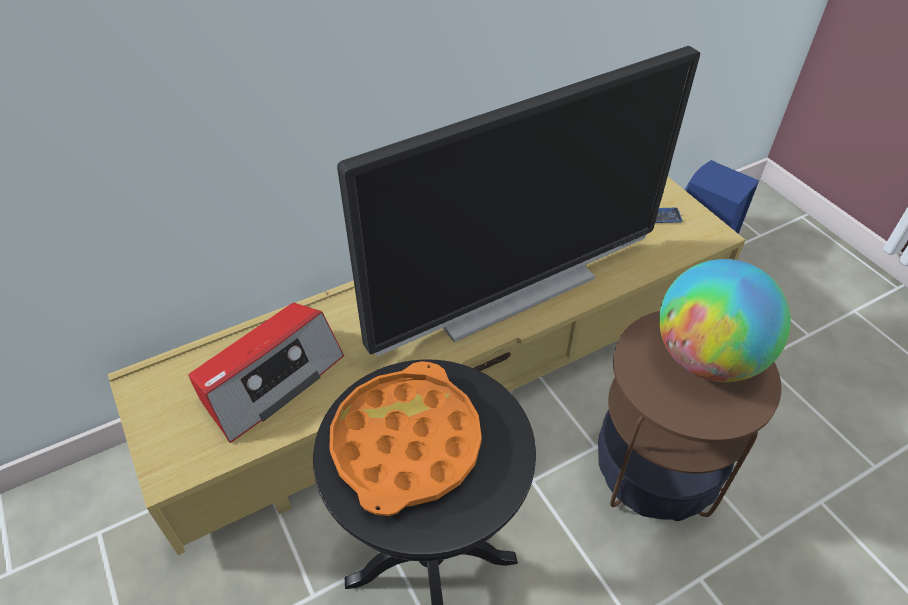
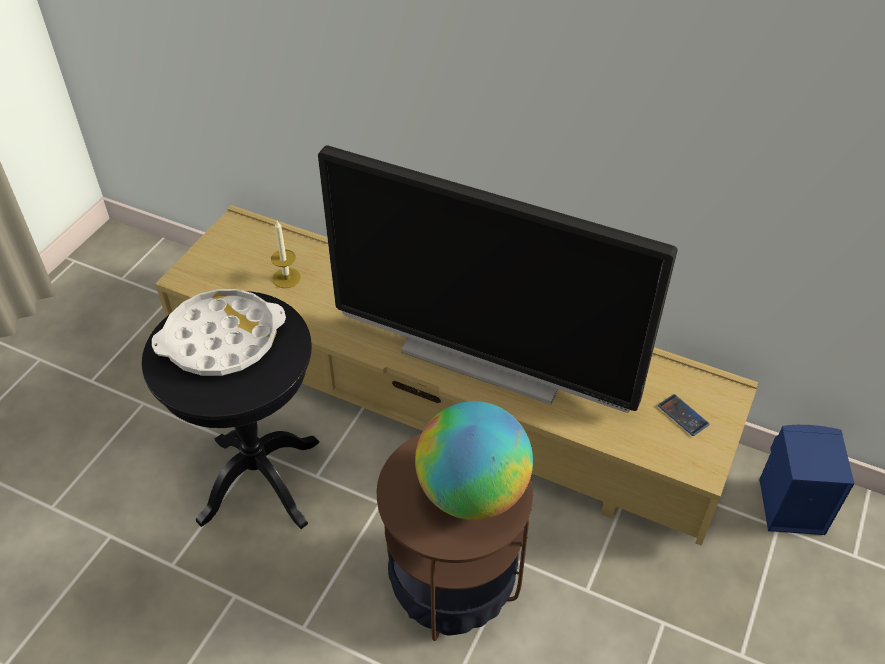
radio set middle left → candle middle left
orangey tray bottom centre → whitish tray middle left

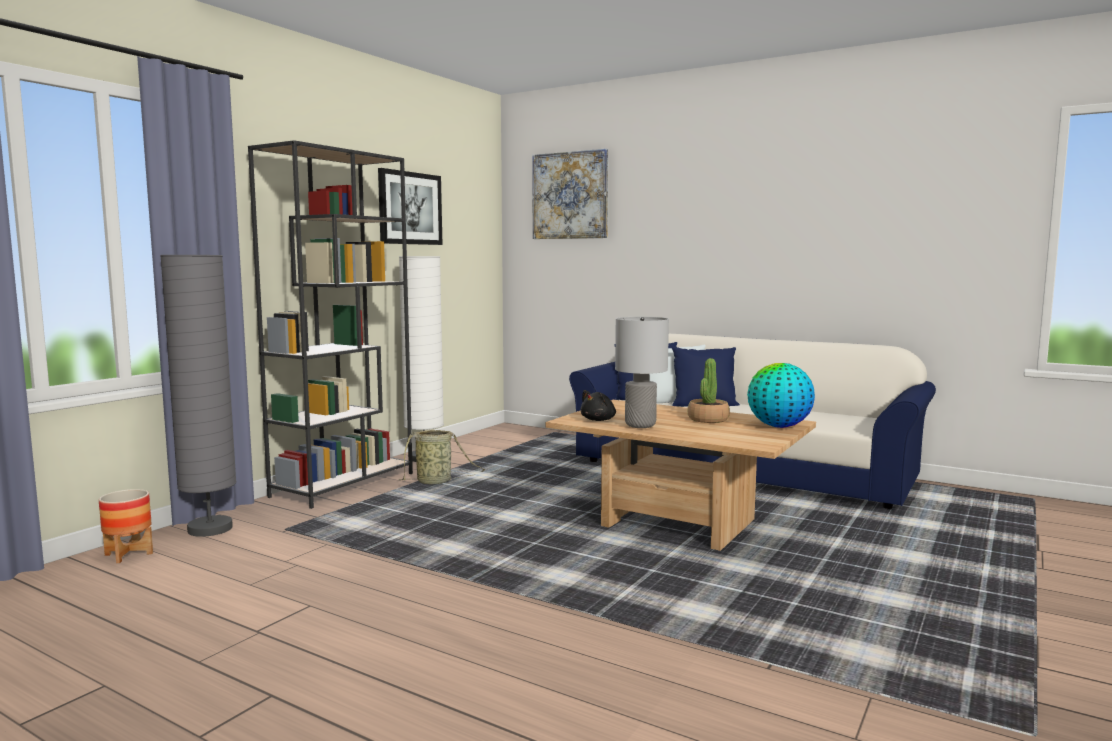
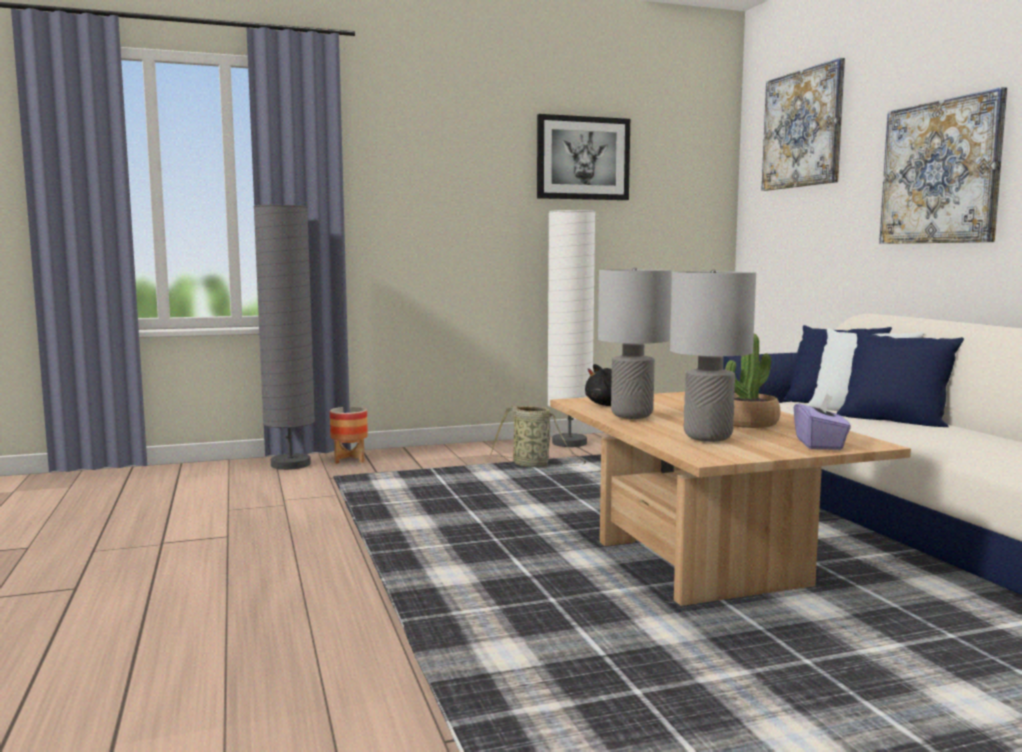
plant pot bottom left → plant pot centre, moved
shelving unit middle left → -
globe middle right → purple tissue holder middle right
- → grey lamp for a table (2nd from left) middle right
- → wall picture (3rd from left) top right

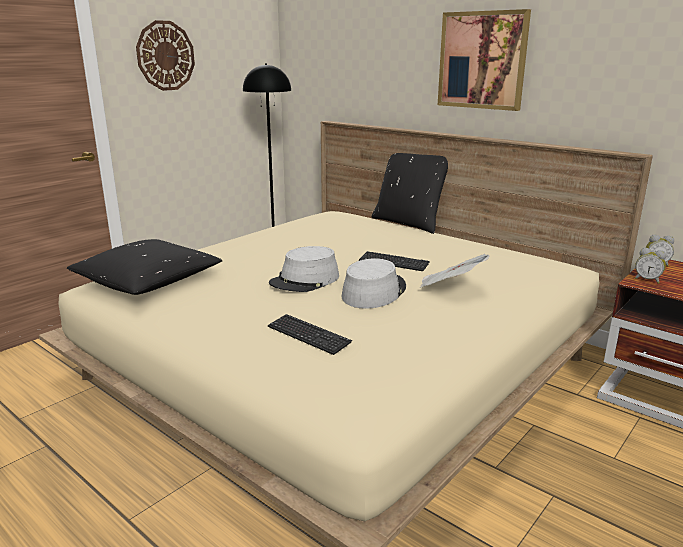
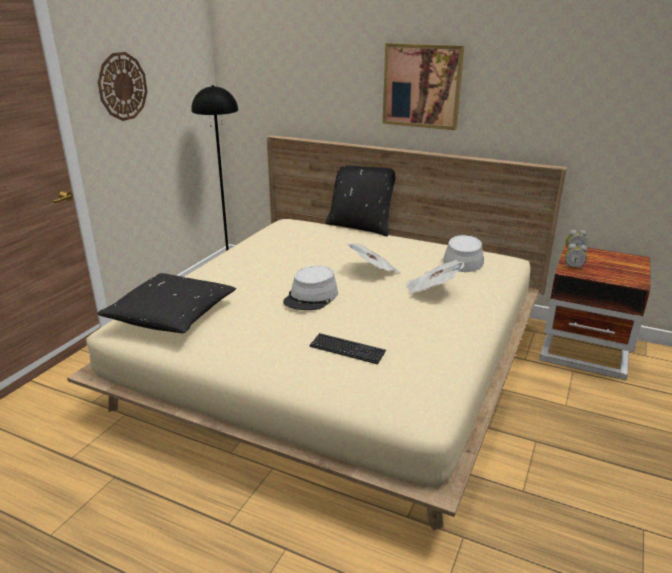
grey hat (2nd from left) centre → grey hat (2nd from left) middle right, moved
computer keyboard (2nd from left) centre → daily paper (1st from left) centre

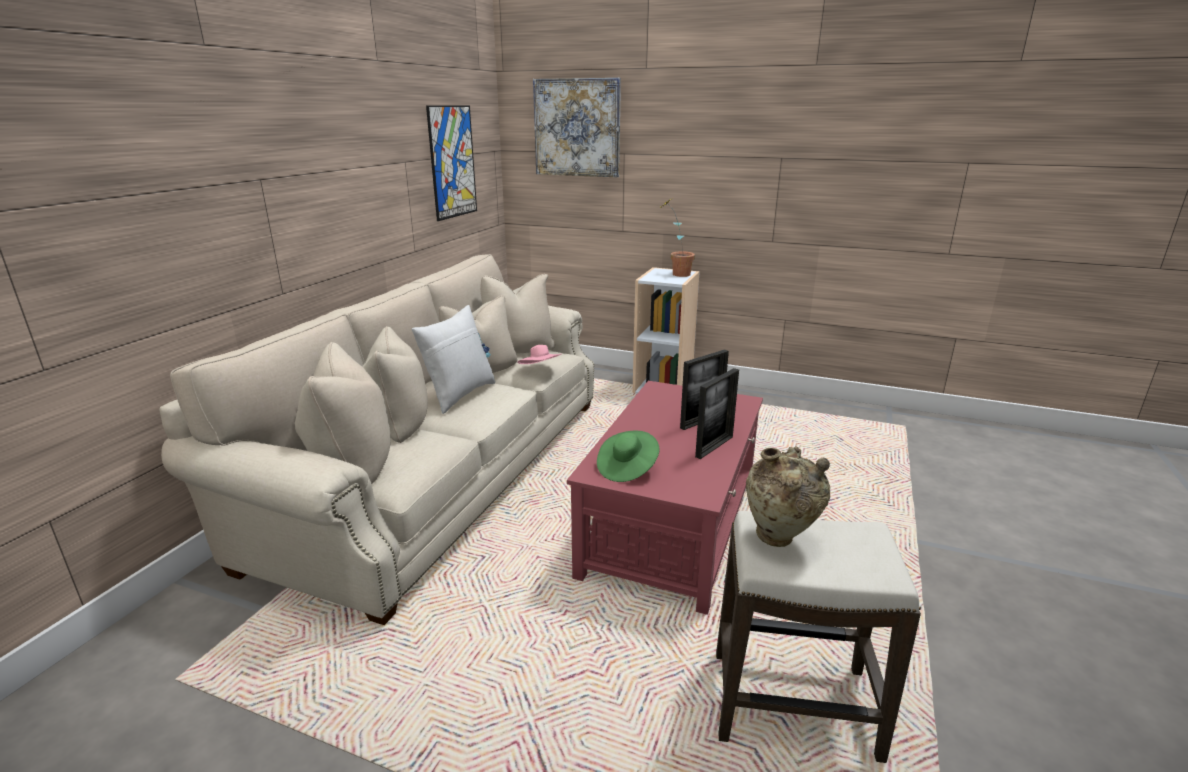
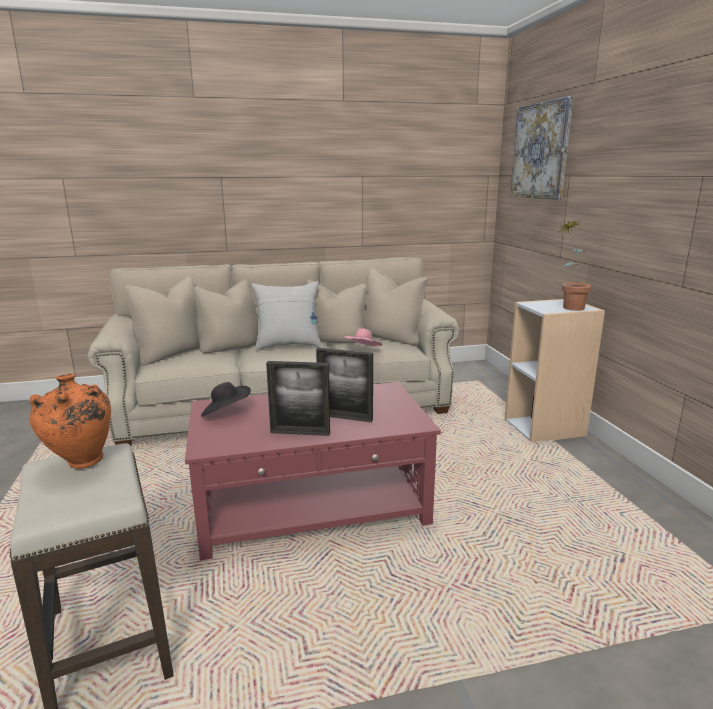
wall picture (1st from left) top centre → -
green-coloured hat centre → black hat middle left
sand-coloured vase centre → orangey vase middle left

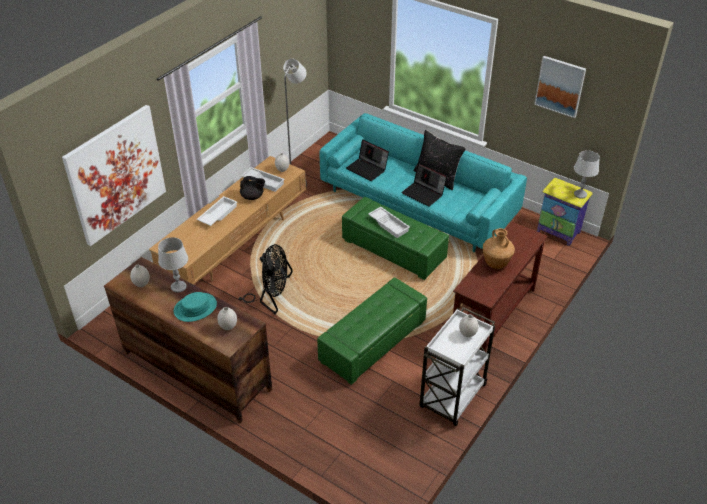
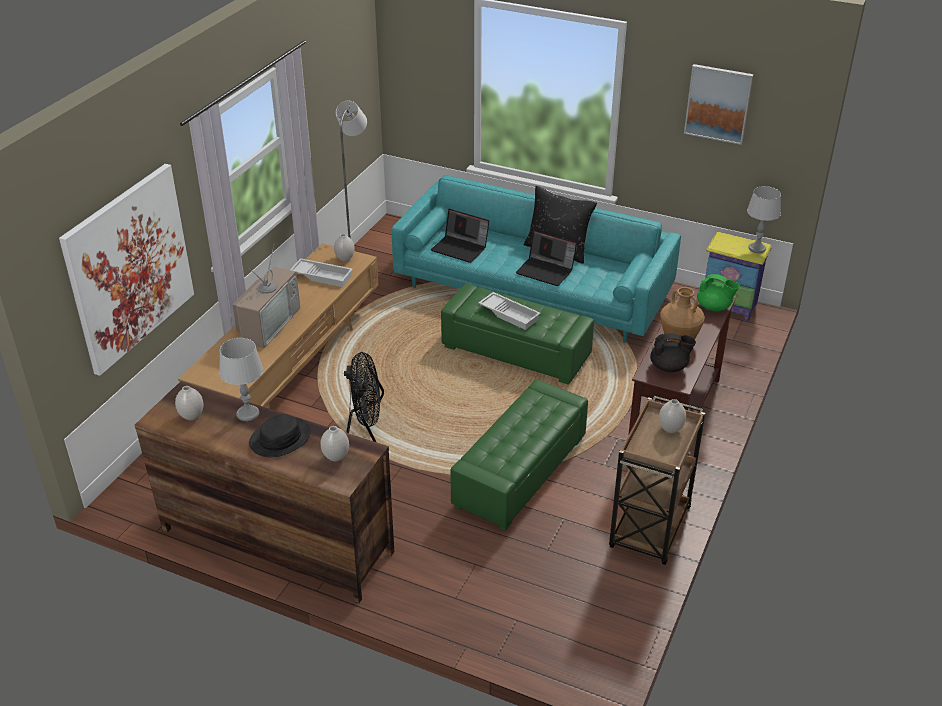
turquoise-coloured hat middle left → black hat middle left
whitish tray (1st from left) middle left → TV middle left
black pot for tea centre → black pot for tea middle right, moved
whitish trolley bottom centre → brown-coloured trolley bottom right
- → green-coloured pot for tea middle right

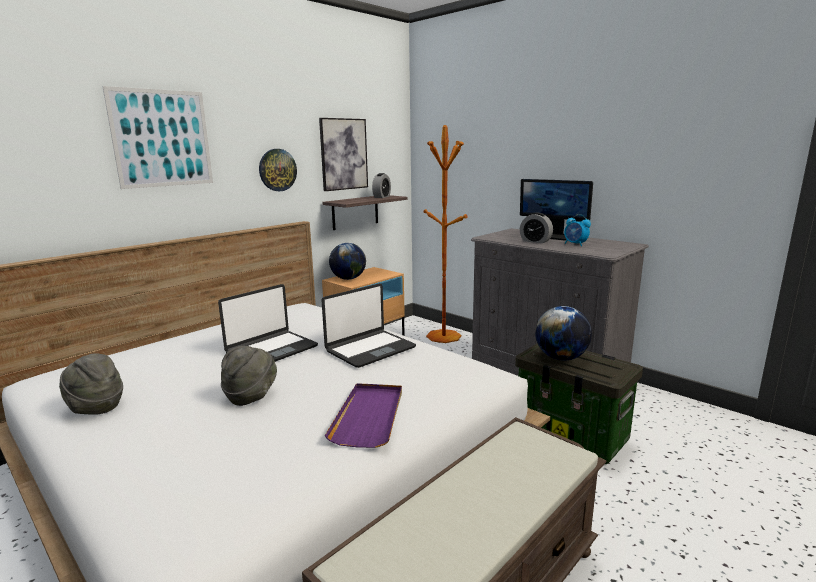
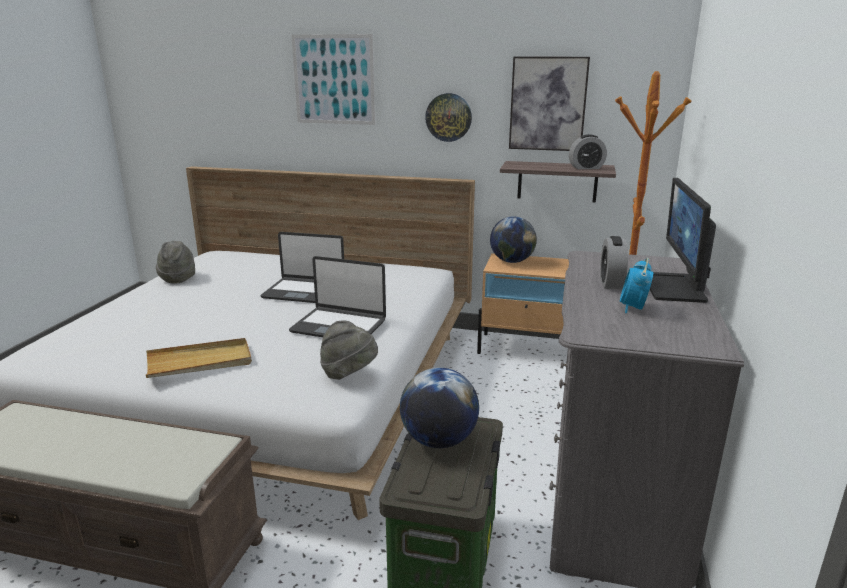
grey hat (2nd from left) middle left → grey hat (2nd from left) centre, moved
purple tray bottom centre → sand-coloured tray middle left

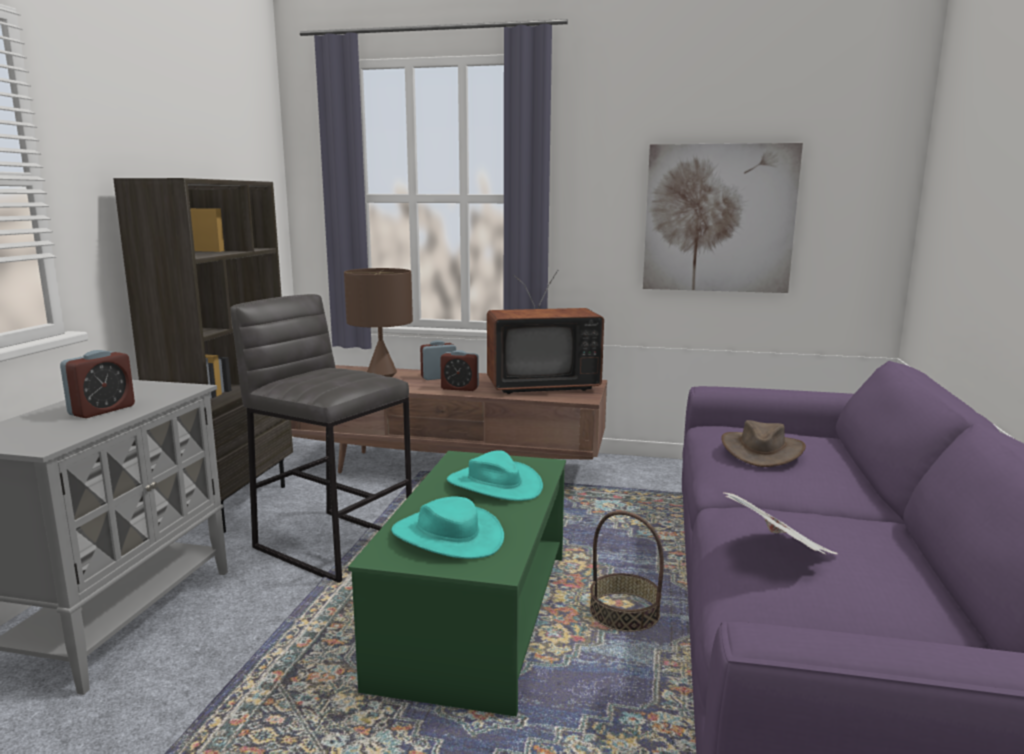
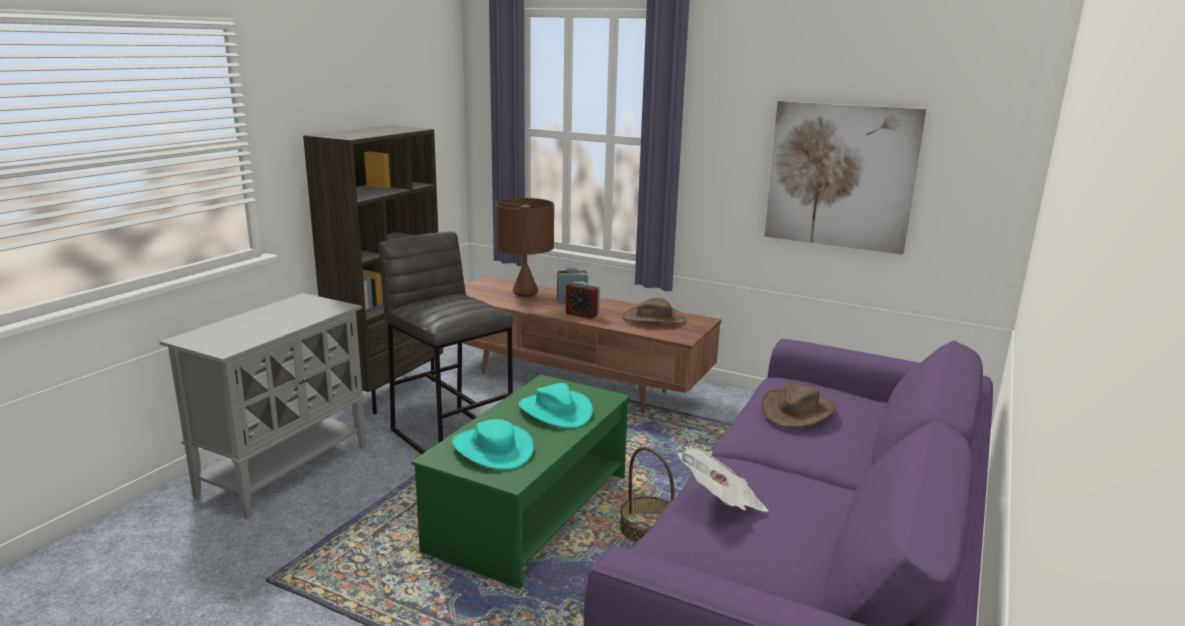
alarm clock (1st from left) middle left → -
TV centre → brown-coloured hat (1st from left) centre

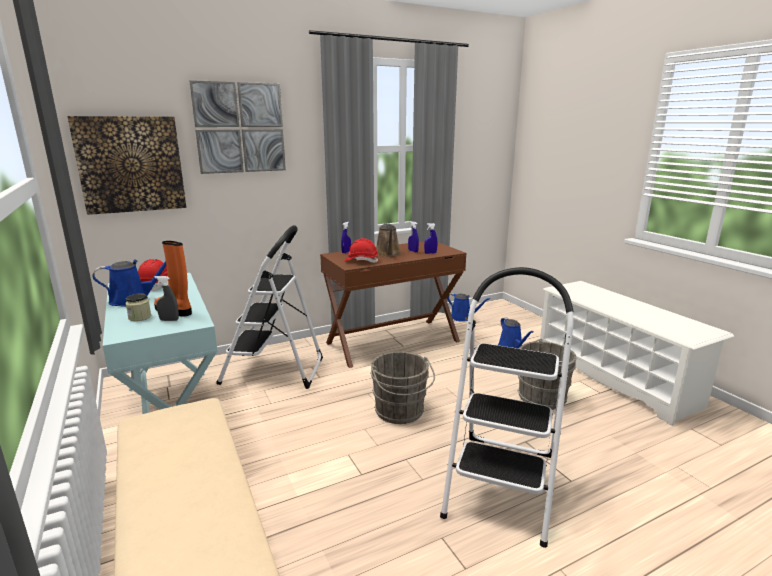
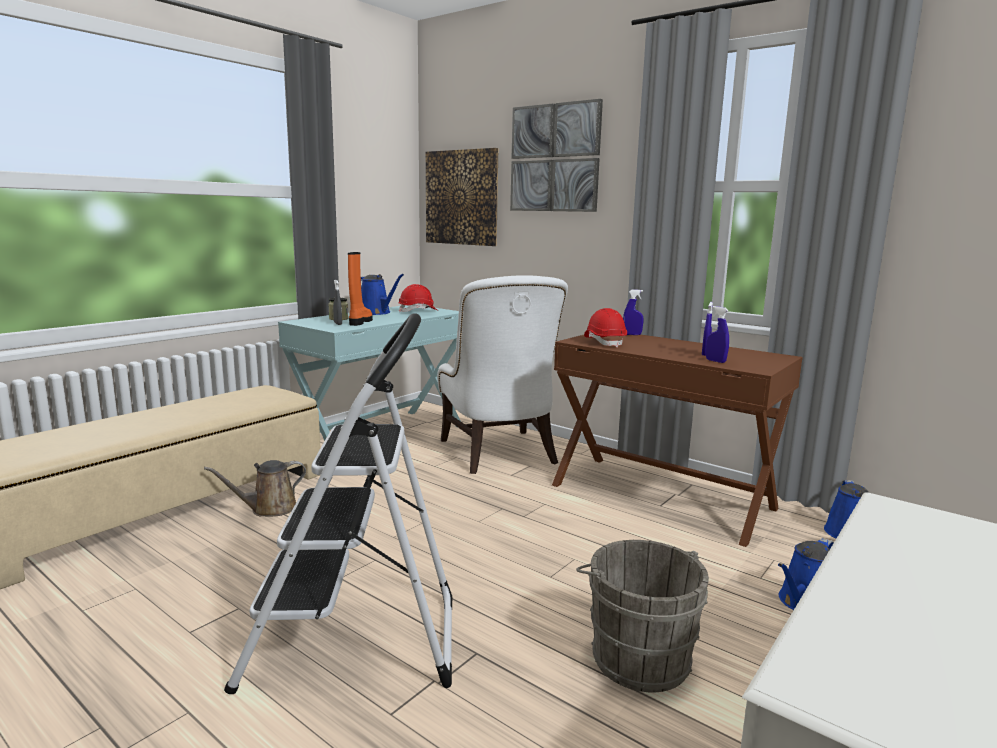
stepladder (1st from left) centre → whitish plain chair centre
grey bucket (1st from left) bottom centre → -
brown-coloured sprinkling can centre → brown-coloured sprinkling can middle left, moved

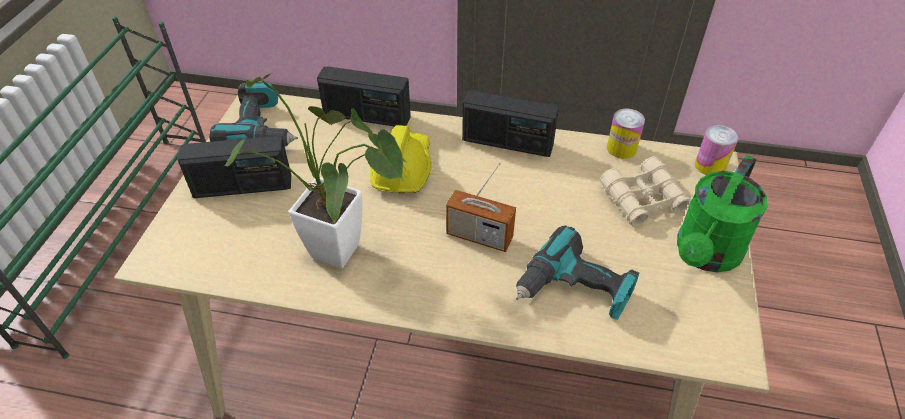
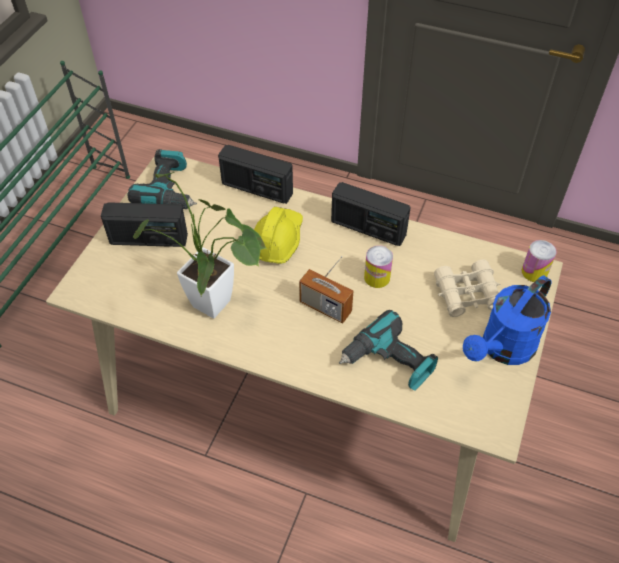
can (1st from left) top right → can (1st from left) centre, moved
green-coloured sprinkling can middle right → blue-coloured sprinkling can middle right

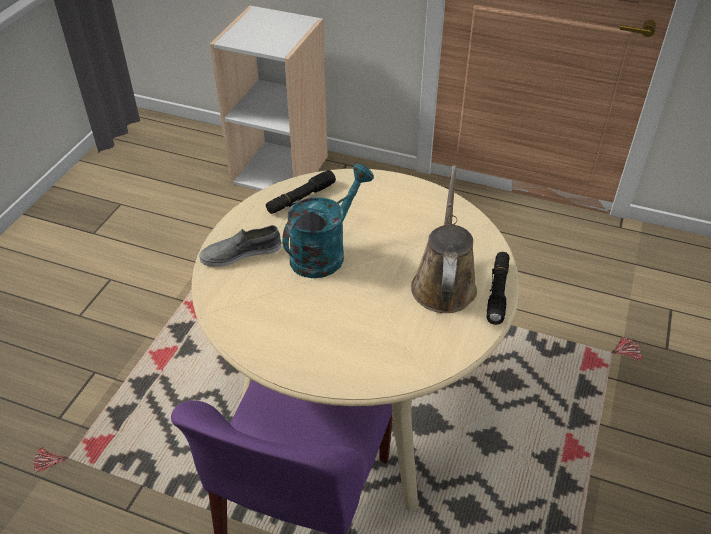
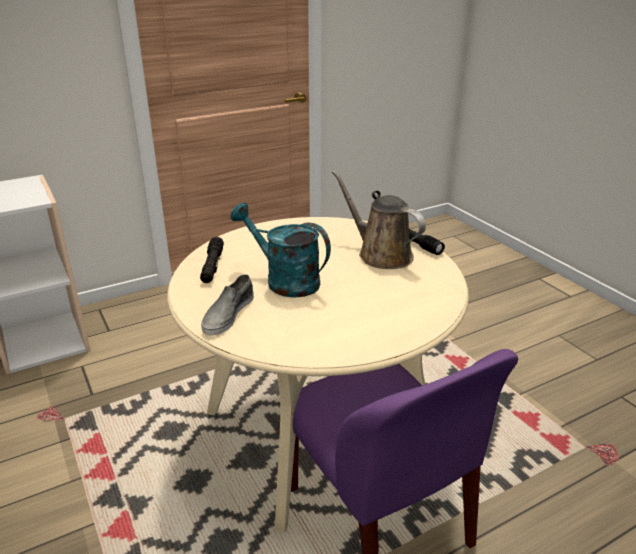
turquoise-coloured sprinkling can centre, 45 degrees counterclockwise

